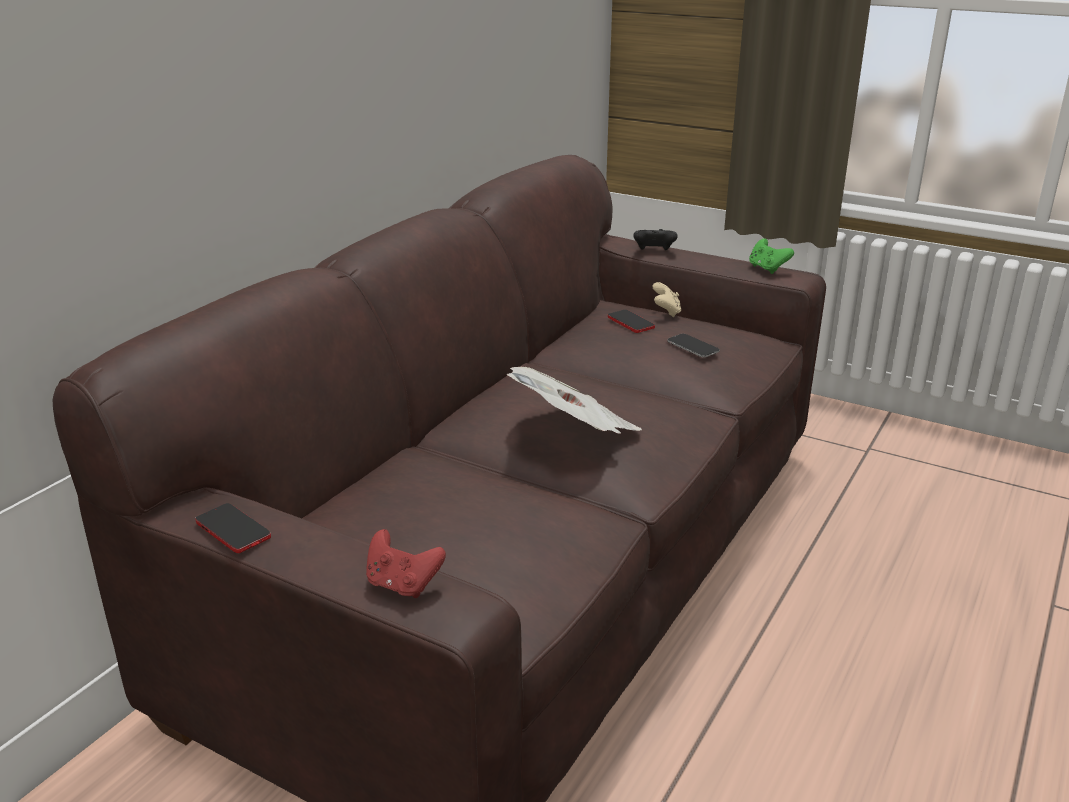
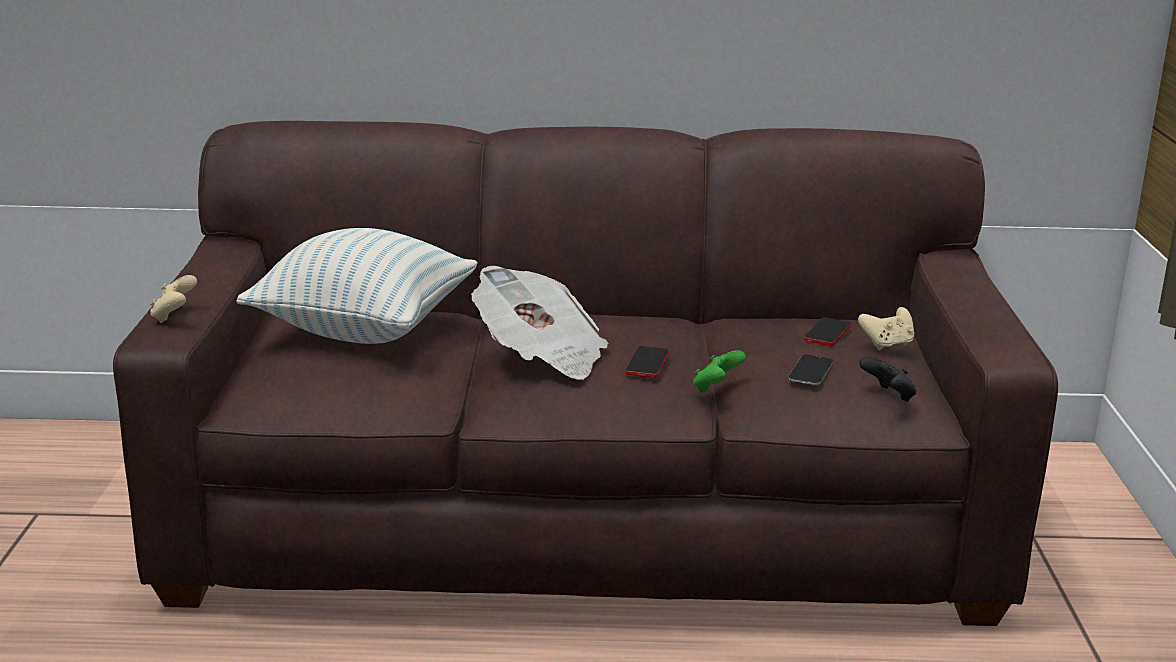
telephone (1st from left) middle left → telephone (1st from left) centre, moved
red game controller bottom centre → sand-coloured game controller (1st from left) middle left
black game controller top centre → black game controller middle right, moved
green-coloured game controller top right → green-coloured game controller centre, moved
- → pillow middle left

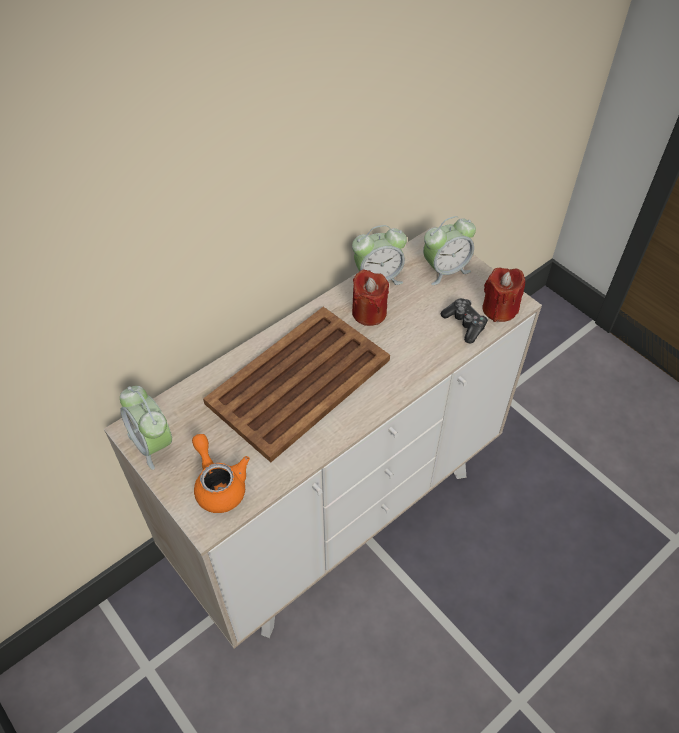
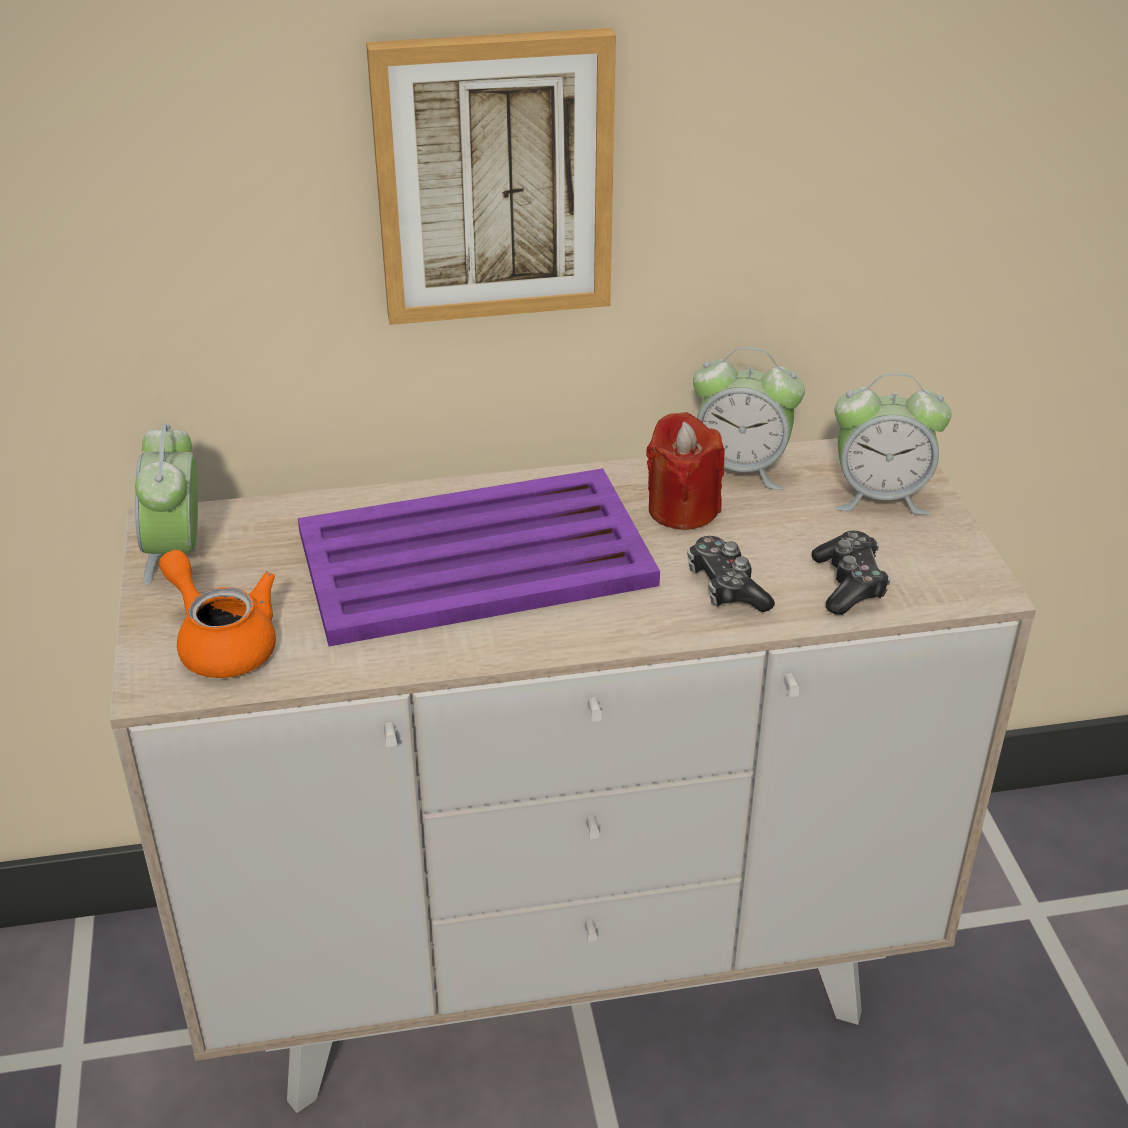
orangey pot for tea middle left, 45 degrees counterclockwise
brown-coloured tray centre → purple tray centre
red candle (2nd from left) middle right → -
- → wall picture top centre
- → game controller (1st from left) centre

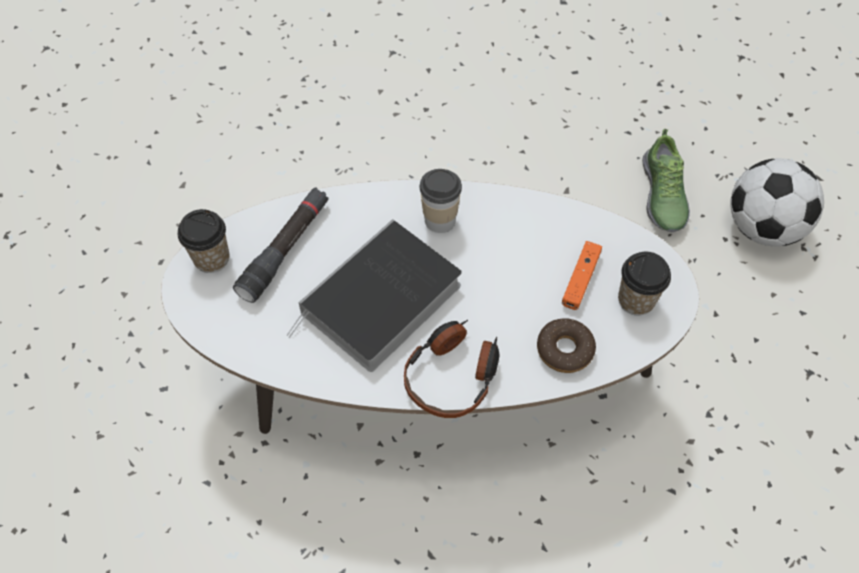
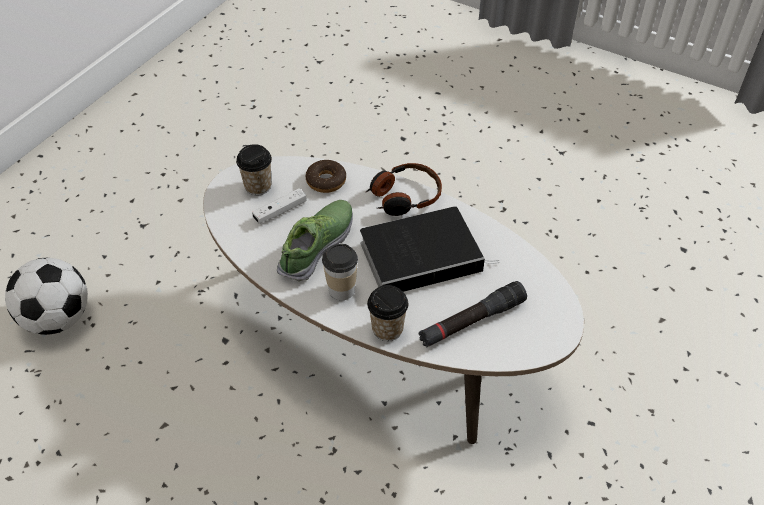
drinking cup (1st from left in the first image) middle left → drinking cup (3rd from left) centre, moved
orangey game controller middle right → whitish game controller centre
item of footwear top right → item of footwear centre, moved

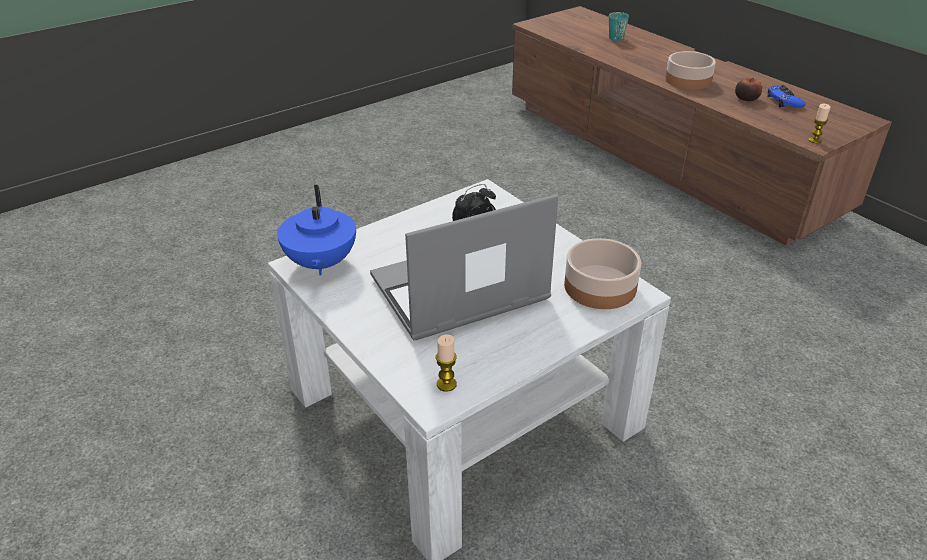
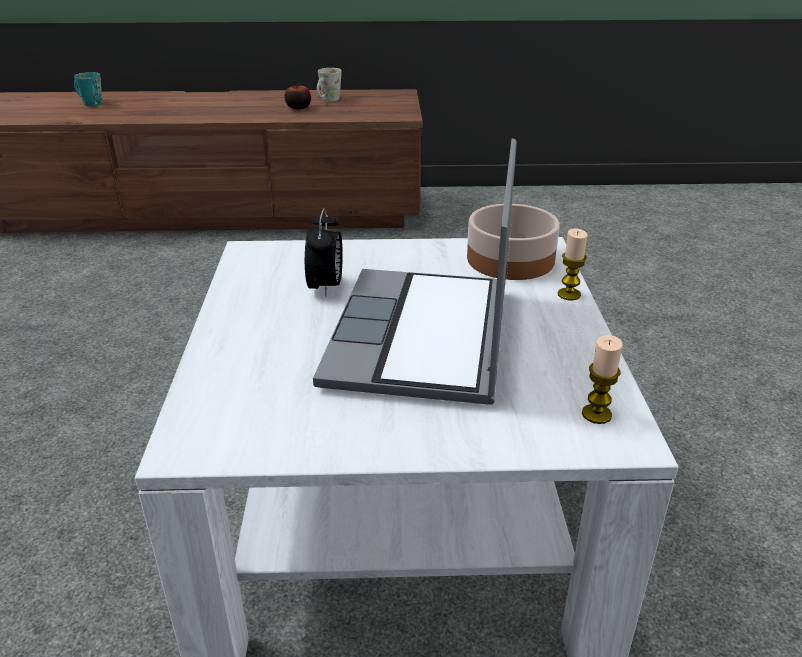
blue-coloured pot for tea centre → -
serving bowl (2nd from left) top right → -
blue-coloured game controller top right → whitish coffee mug top centre
candle (2nd from left in the first image) top right → candle (1st from left) middle right, moved

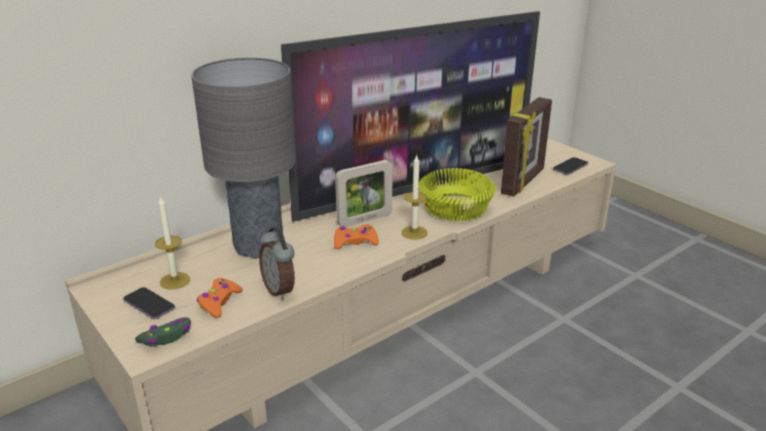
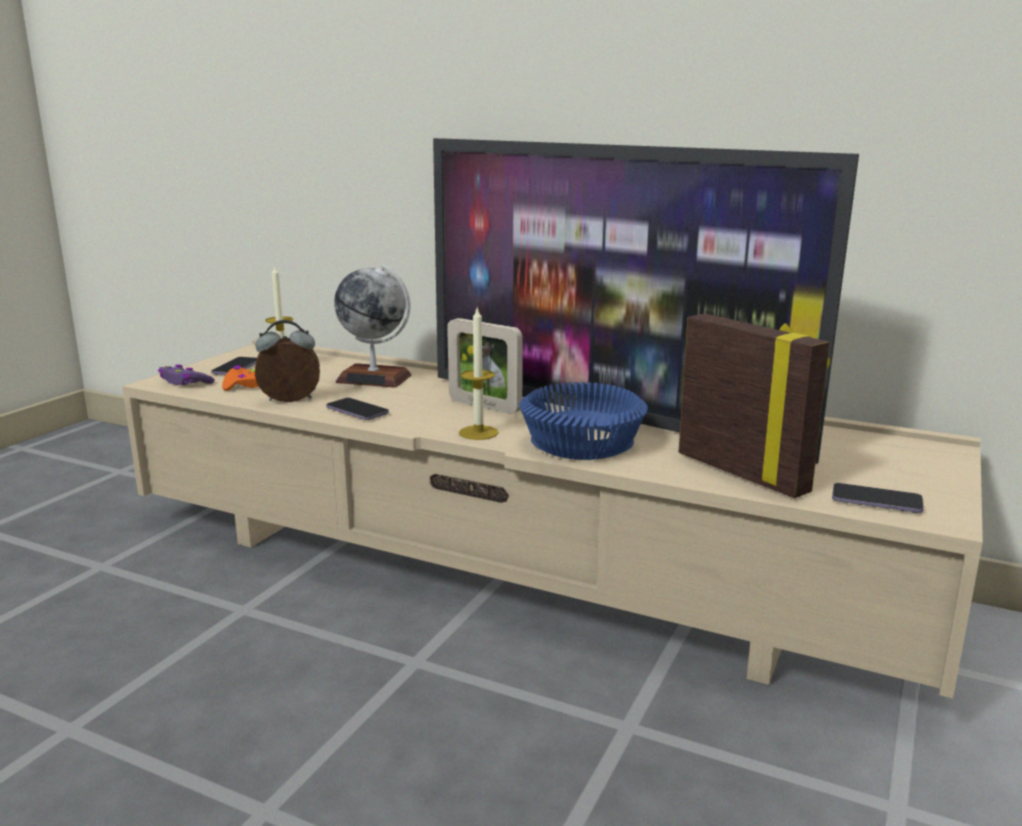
green-coloured game controller bottom left → purple game controller middle left
grey lamp for a table middle left → globe centre
alarm clock centre → alarm clock middle left, 45 degrees clockwise
orangey game controller (2nd from left) centre → -
yellow serving bowl centre → blue-coloured serving bowl centre
standing frame (2nd from left) middle right, 135 degrees counterclockwise
- → telephone (2nd from left) centre

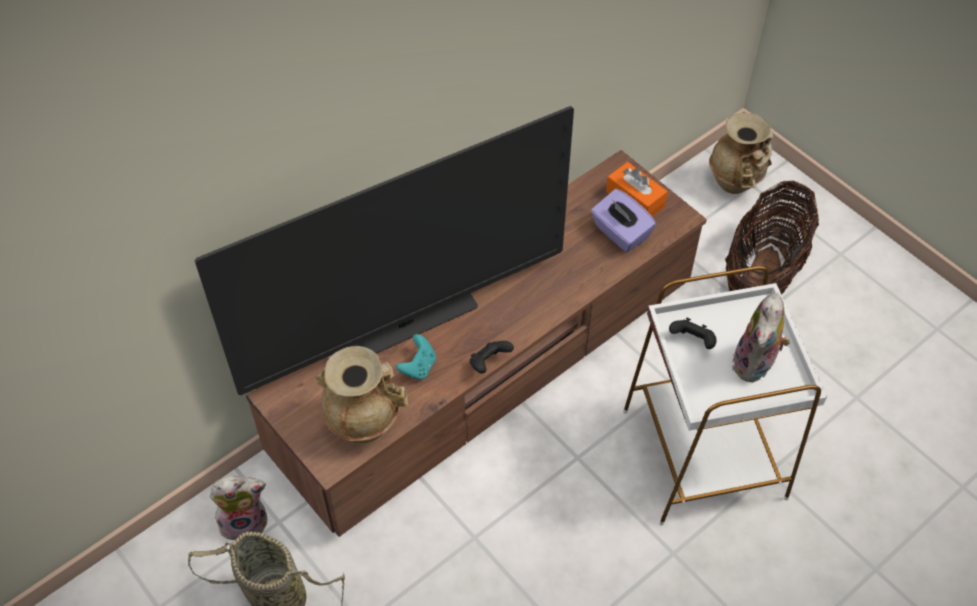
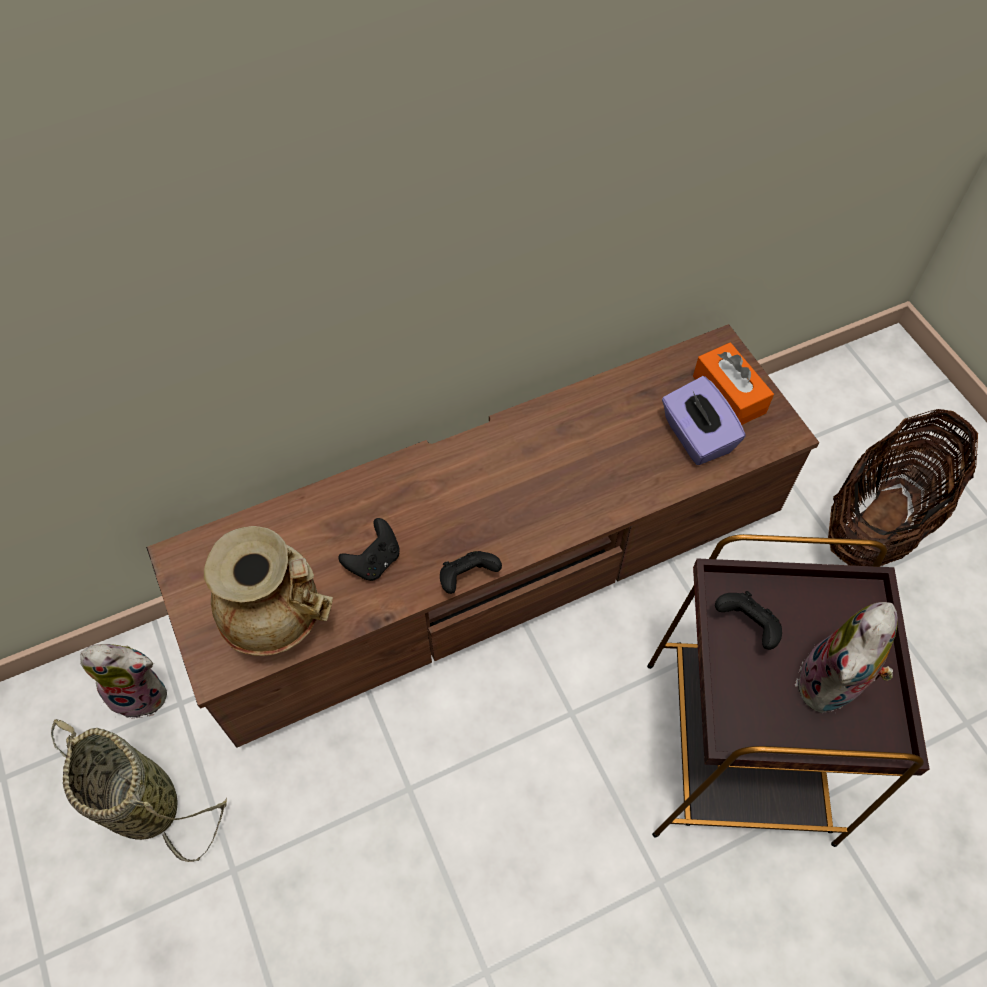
TV centre → -
turquoise-coloured game controller centre → black game controller (1st from left) centre
whitish side table middle right → brown-coloured side table bottom right
sand-coloured vase (2nd from left) top right → -

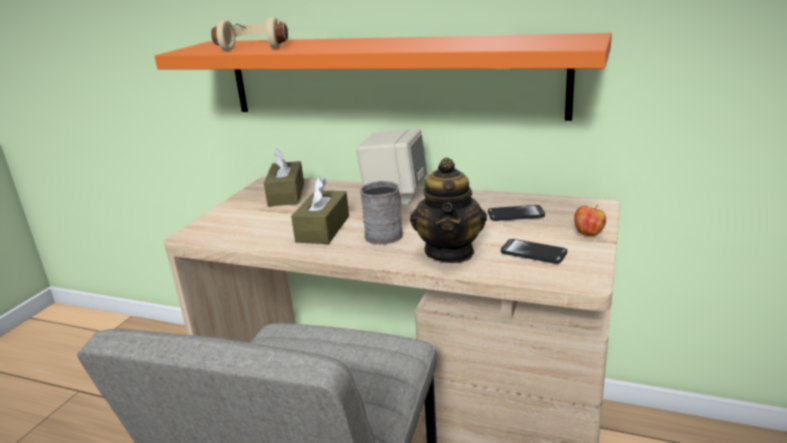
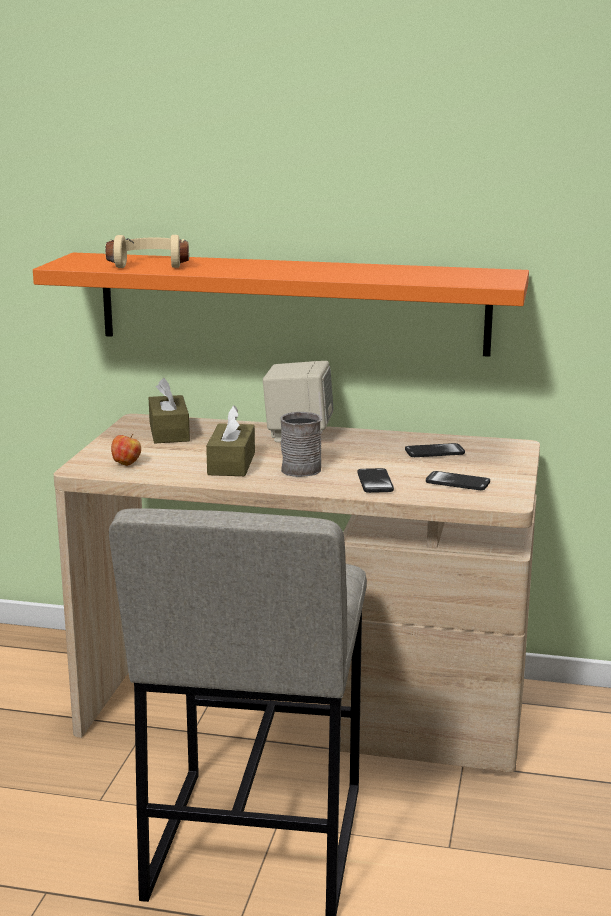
pot for tea centre → telephone (1st from left) centre
apple fruit middle right → apple fruit middle left, moved

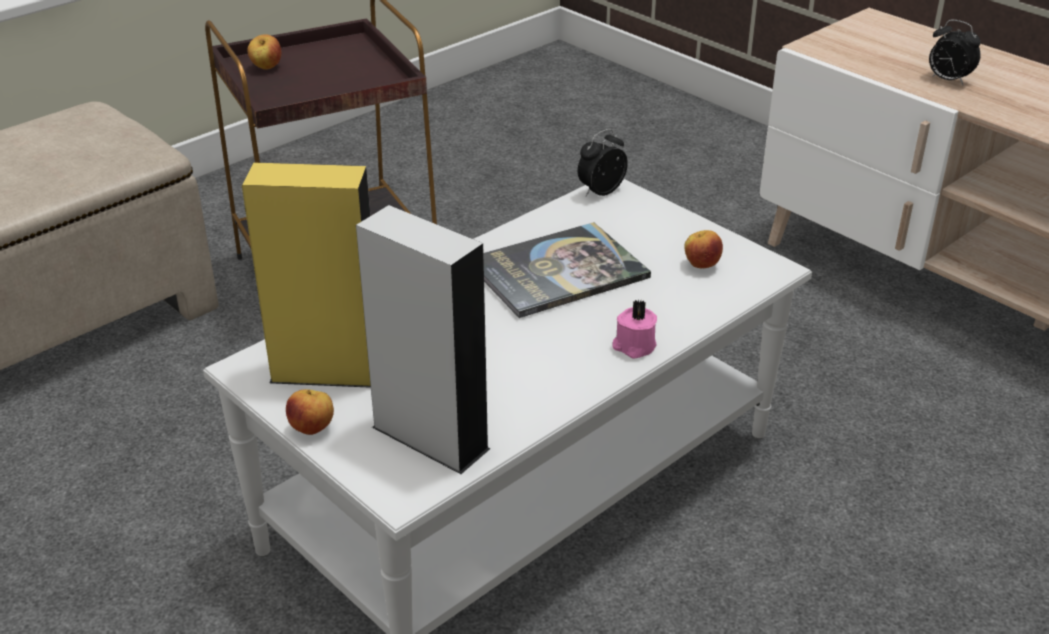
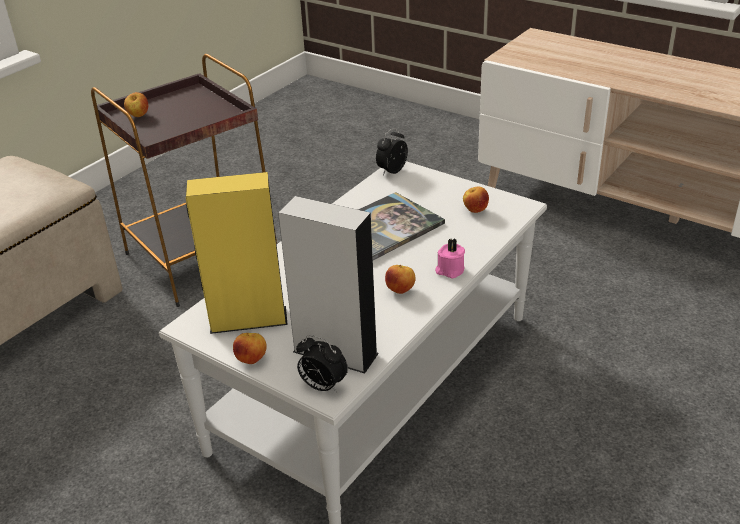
alarm clock (2nd from left in the first image) top right → alarm clock (1st from left) bottom centre, moved
- → apple fruit (3rd from left) centre

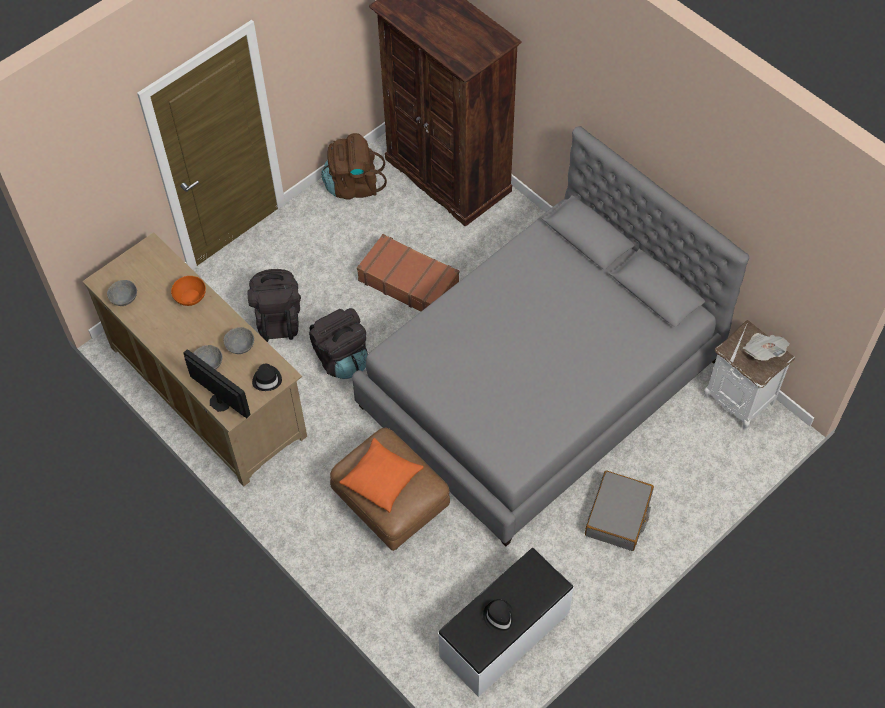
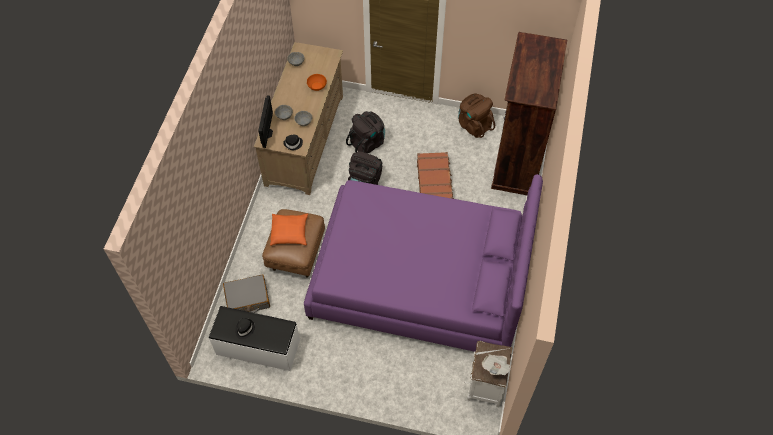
grey bed centre → purple bed centre
grey travel case bottom right → grey travel case bottom left, moved

